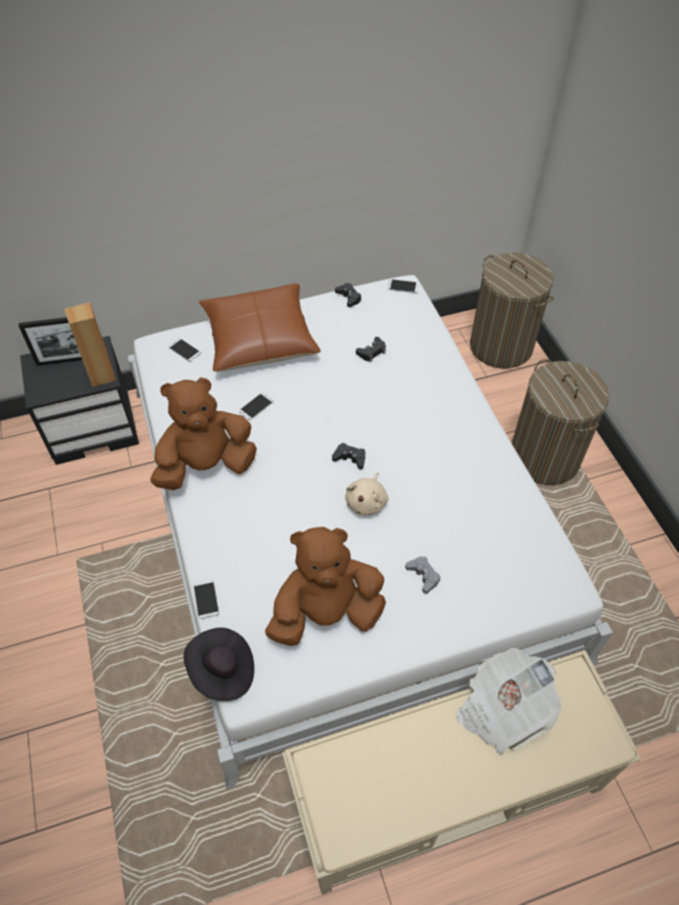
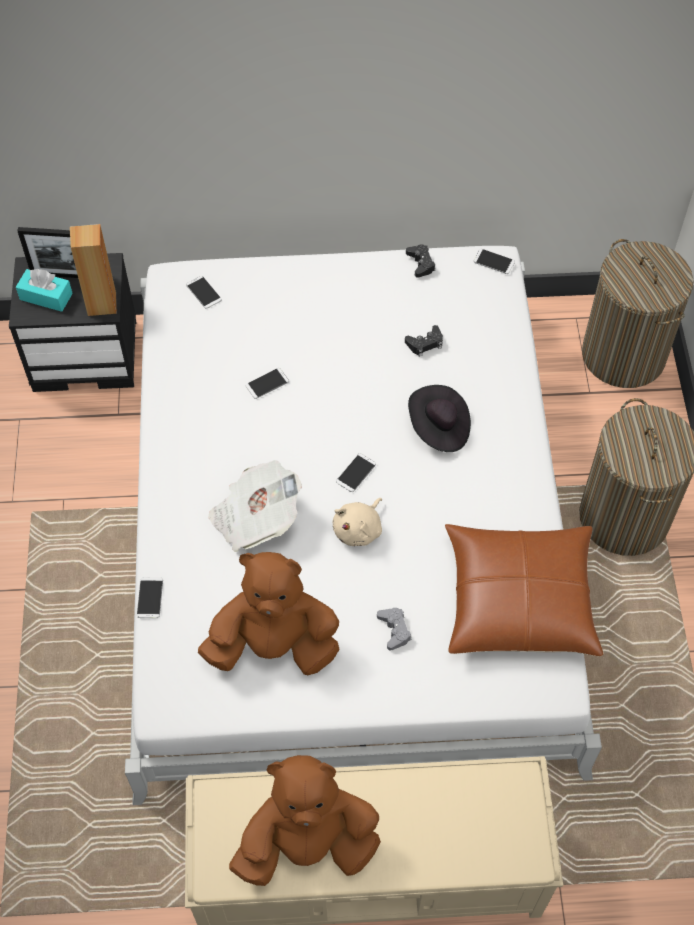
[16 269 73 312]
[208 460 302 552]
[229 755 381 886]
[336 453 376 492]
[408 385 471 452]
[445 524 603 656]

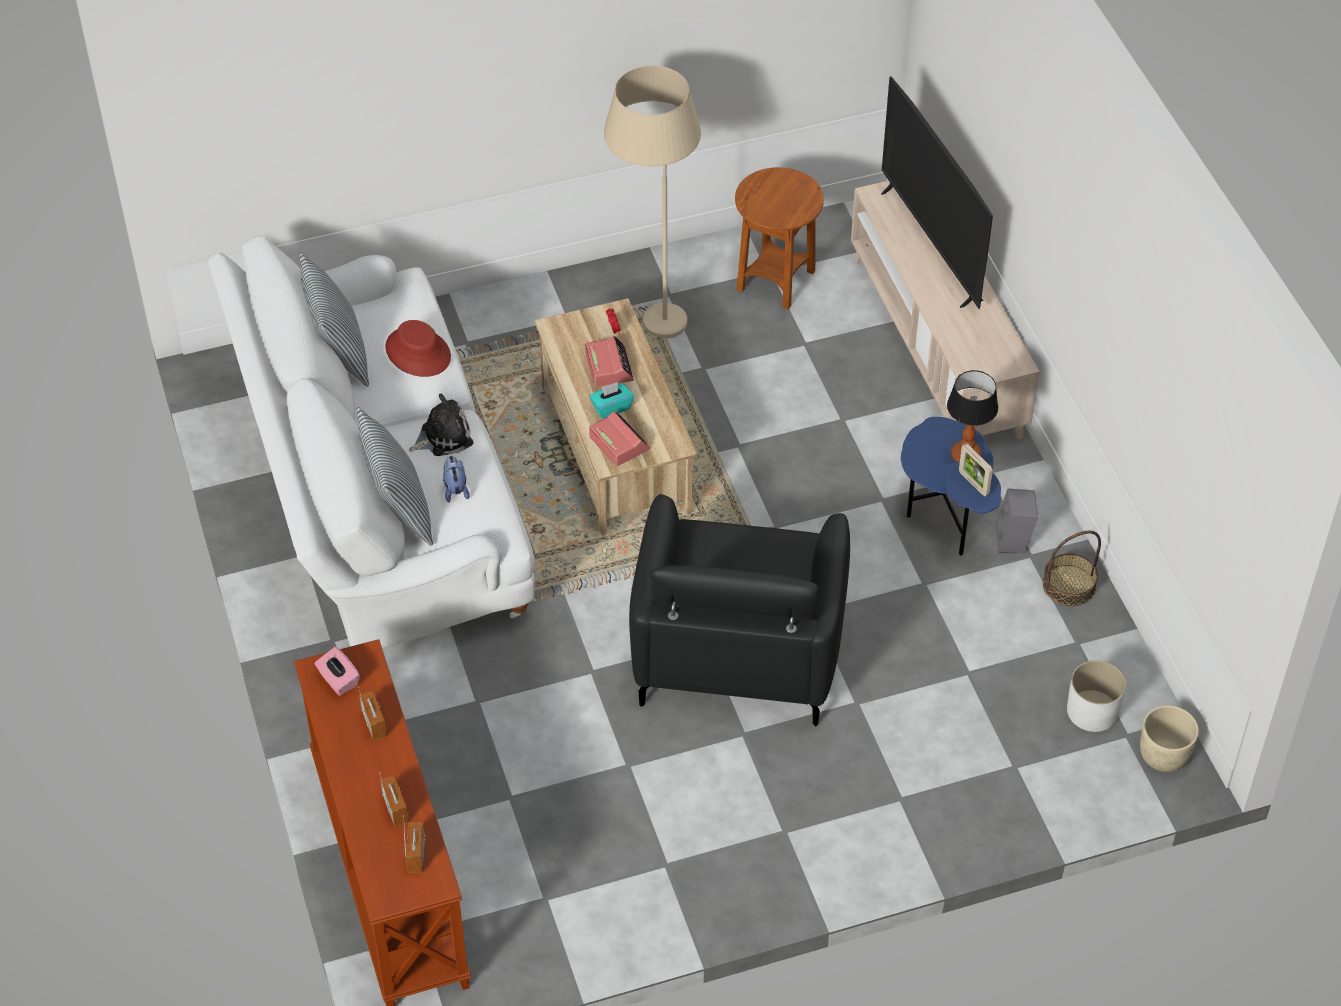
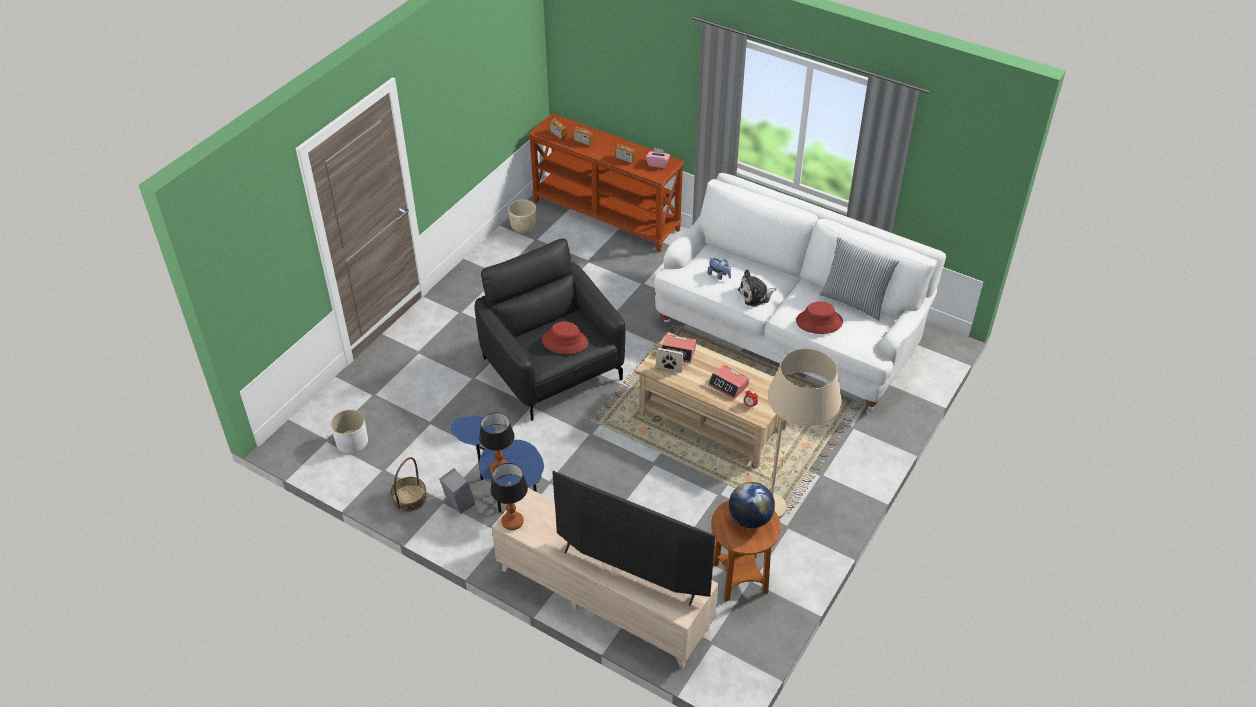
[490 463 528 530]
[508 200 536 233]
[542 321 588 354]
[656 348 683 373]
[729 482 775 528]
[738 269 776 307]
[357 407 433 546] (first image)
[589 382 634 419] (first image)

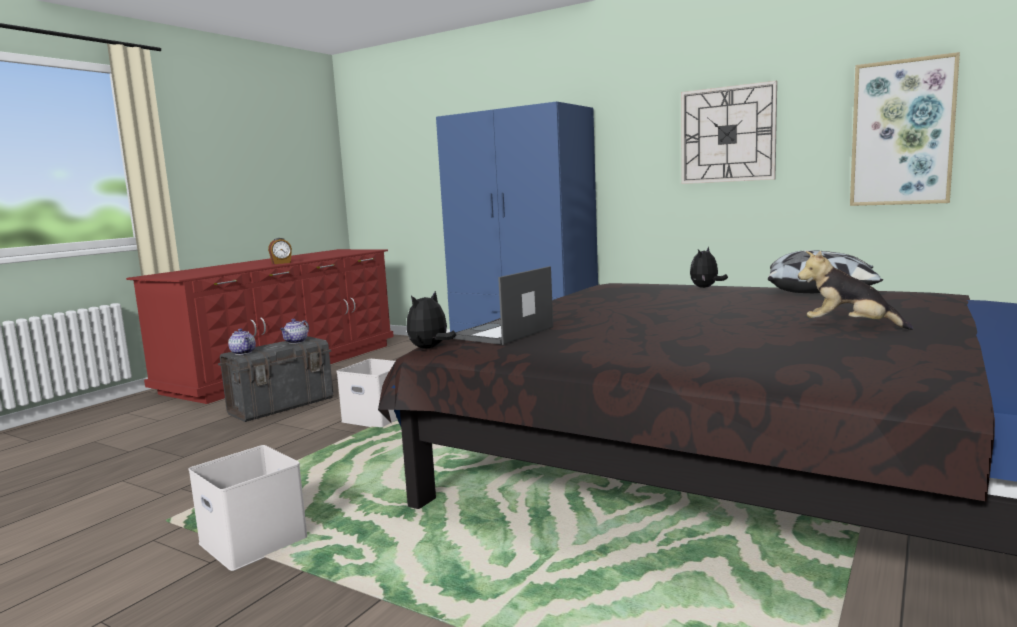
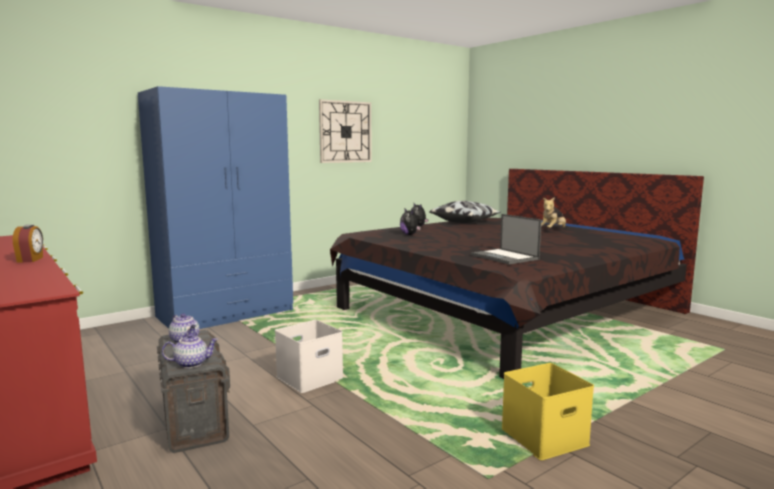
[400 209 421 235]
[502 363 594 460]
[850 52 960 206] (first image)

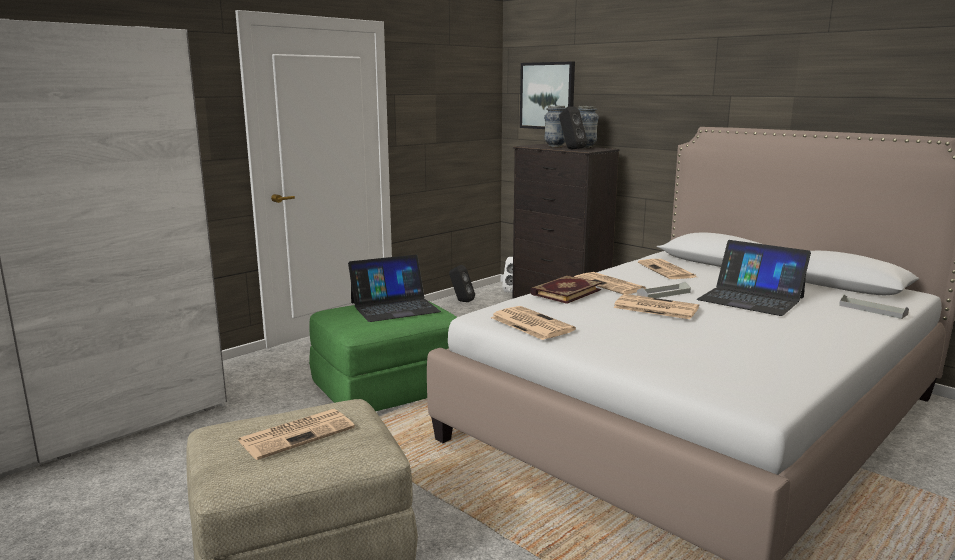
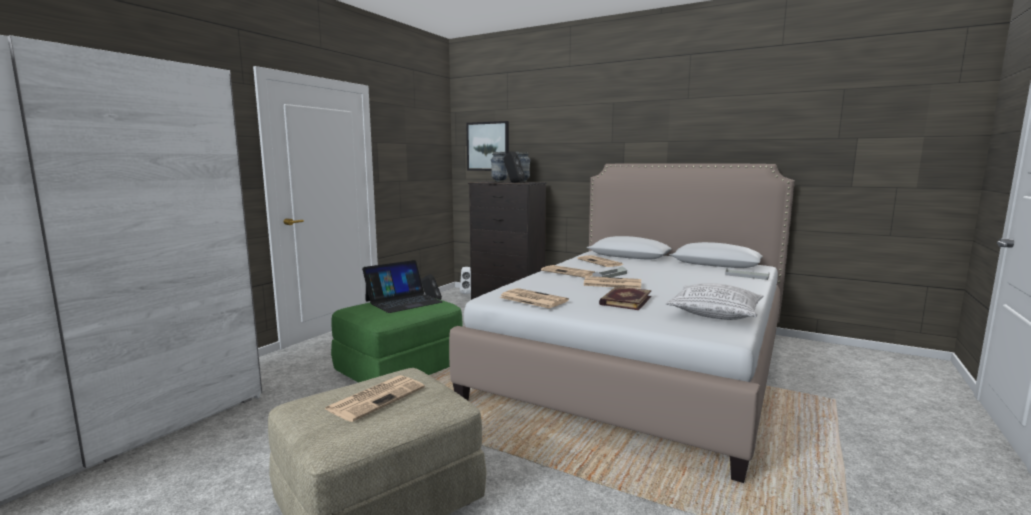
[599 287 652 310]
[666 283 763 320]
[697 240 811 316] (first image)

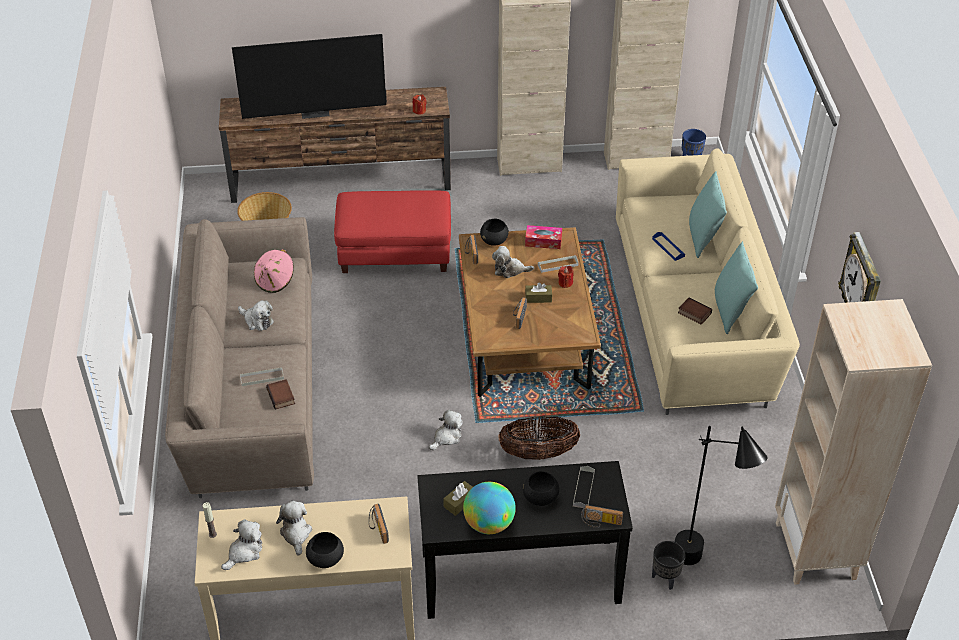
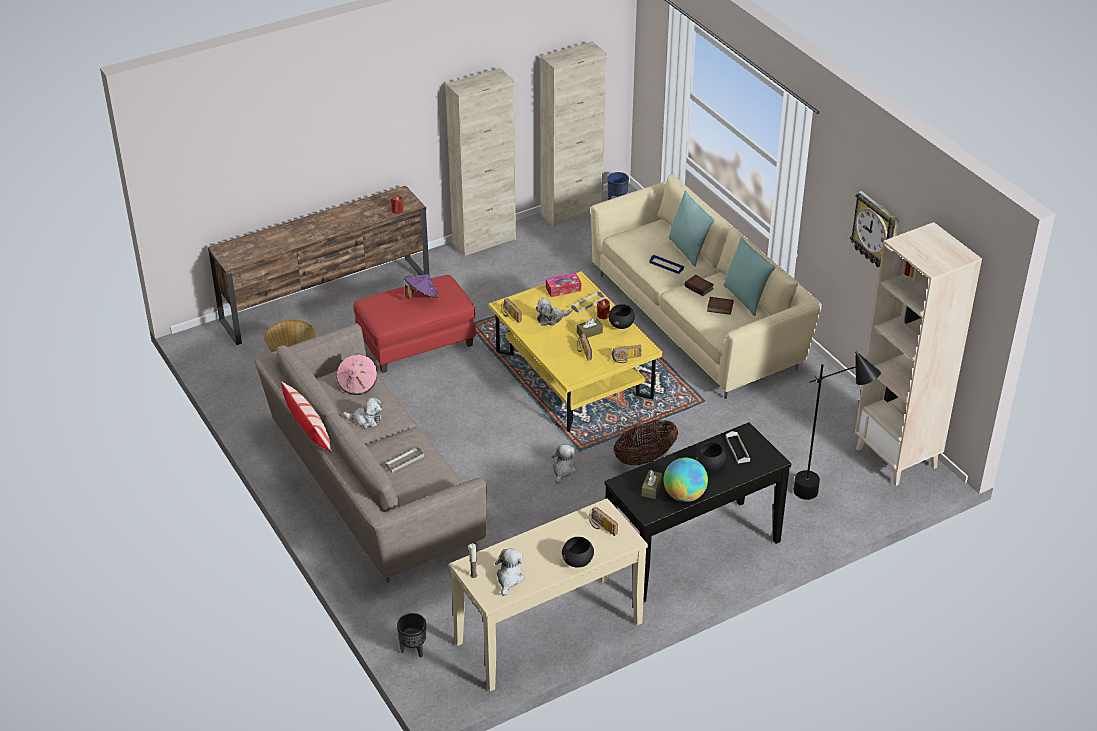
[281 381 332 453]
[397 613 426 658]
[404 274 439 299]
[489 271 663 432]
[609 304 635 329]
[612 345 642 363]
[685 275 714 296]
[232 34 387 119] (first image)
[276 501 312 556] (first image)

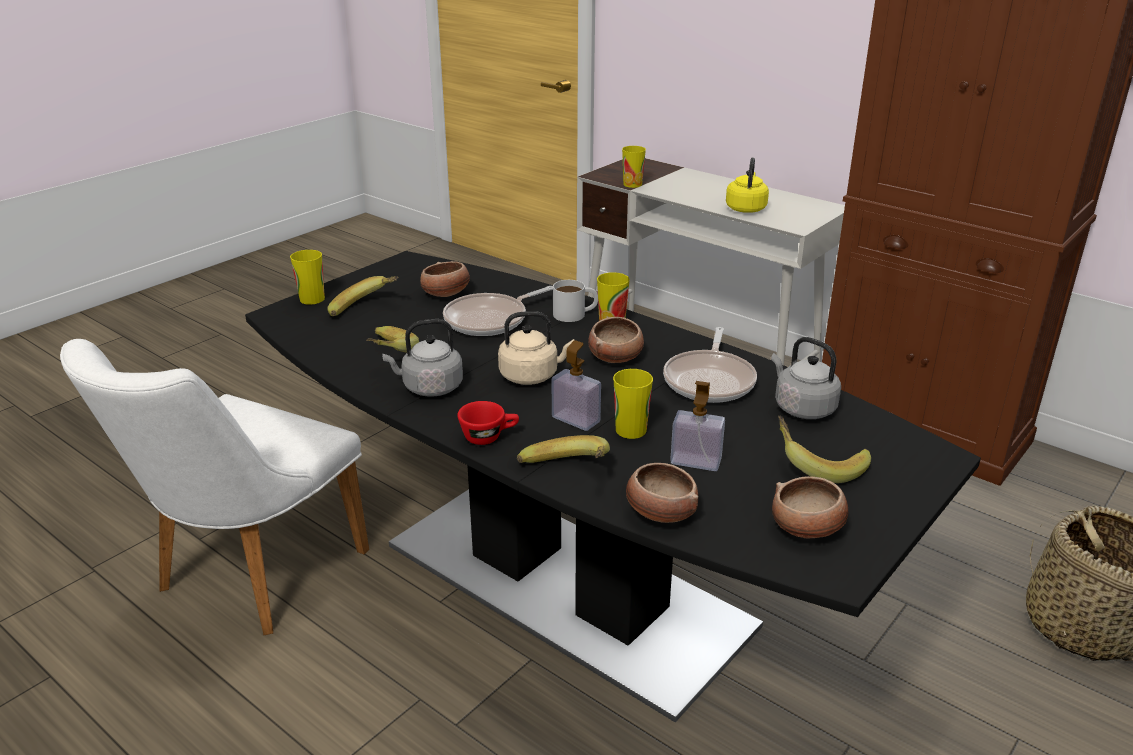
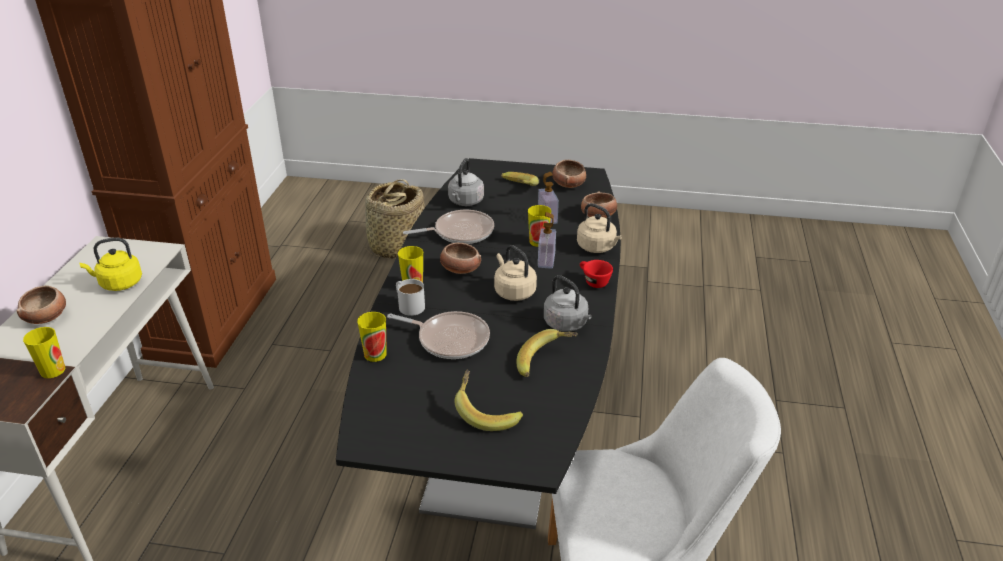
[16 286 66 324]
[357 312 387 362]
[577 203 622 253]

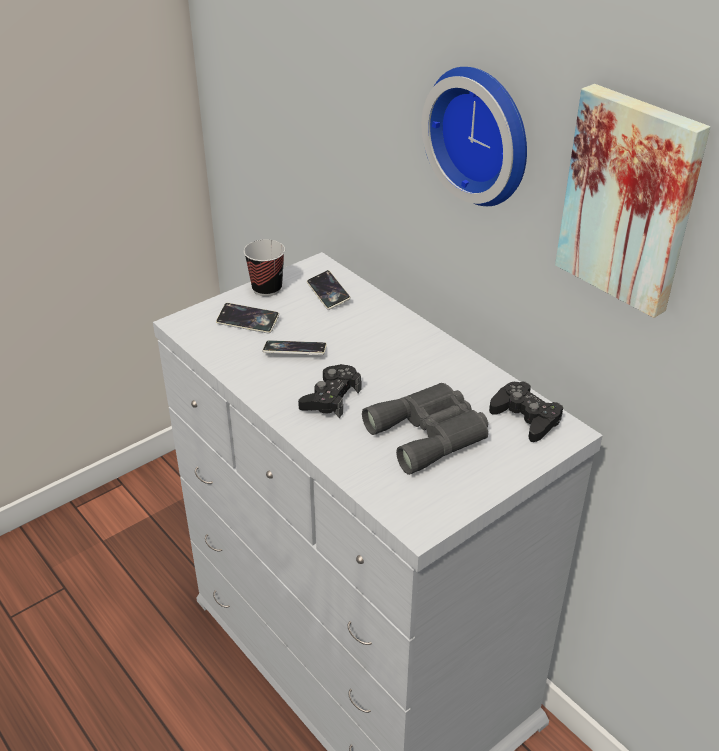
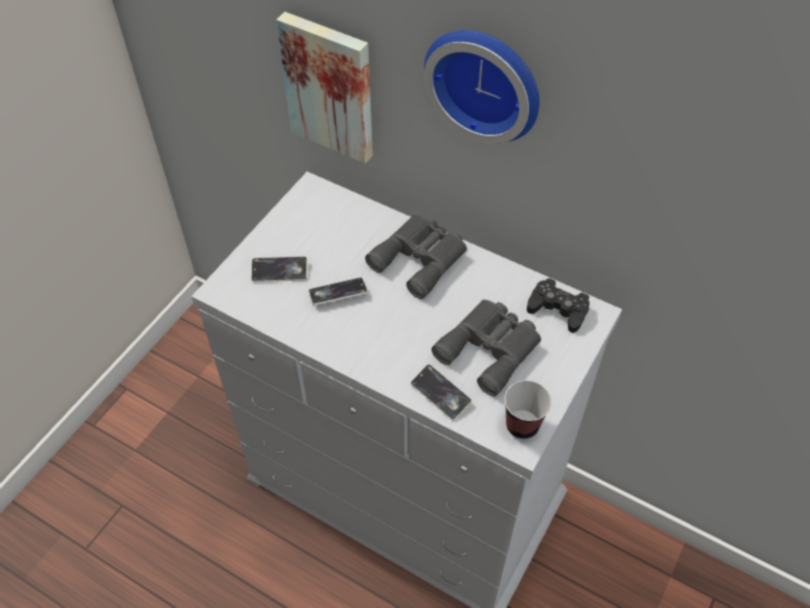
[276 12 373 163]
[365 214 467 299]
[411 364 472 420]
[504 380 552 439]
[298 364 361 418] (first image)

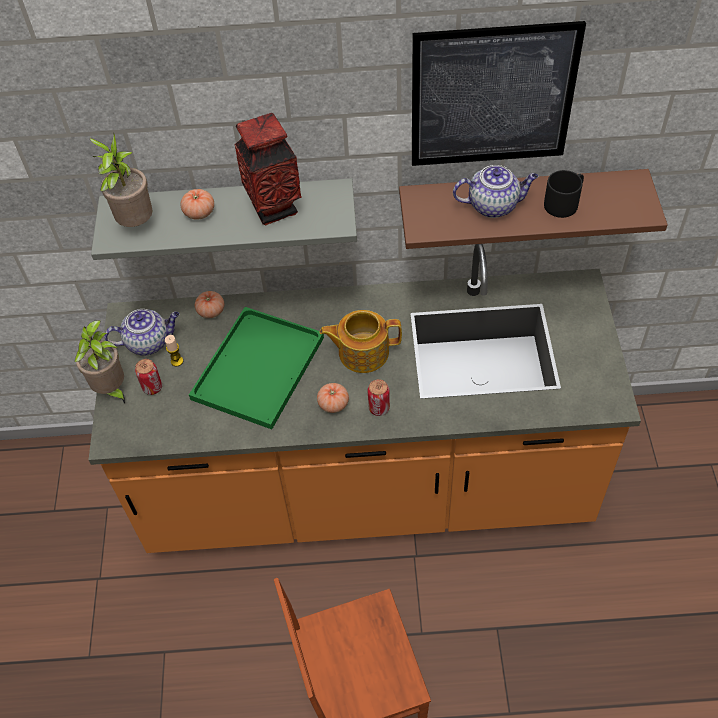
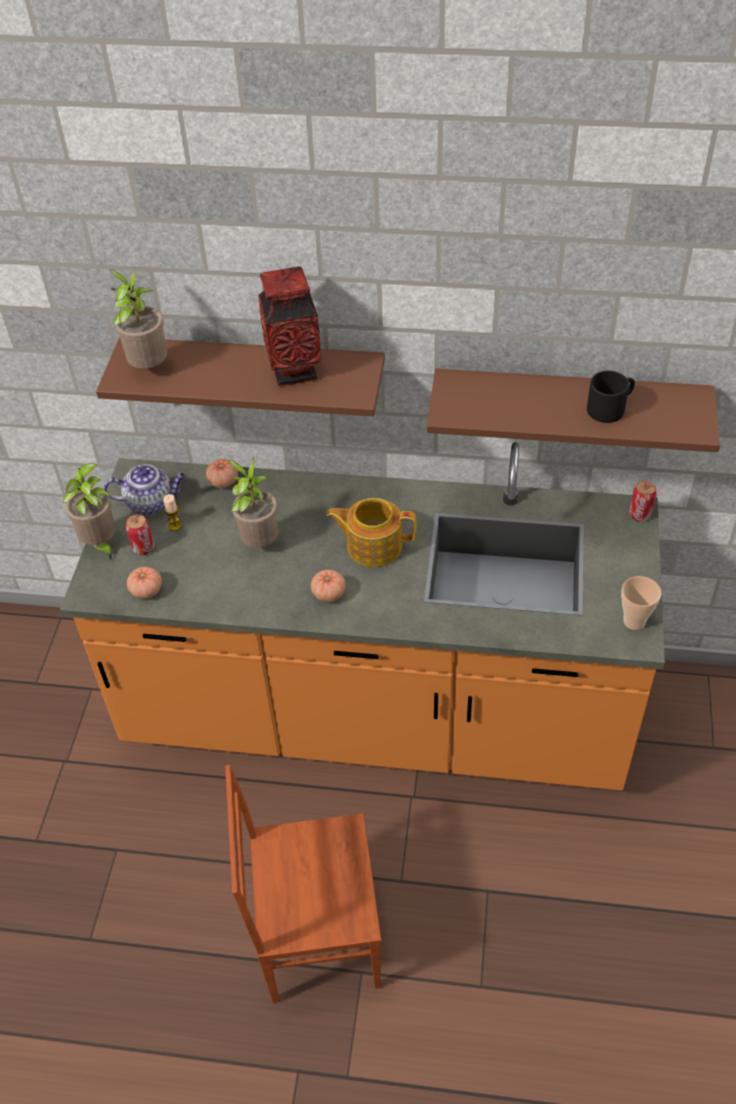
[96 337 385 416]
[127 567 162 599]
[229 457 278 548]
[621 576 661 630]
[629 480 657 522]
[412 21 586 166] (first image)
[453 165 538 218] (first image)

